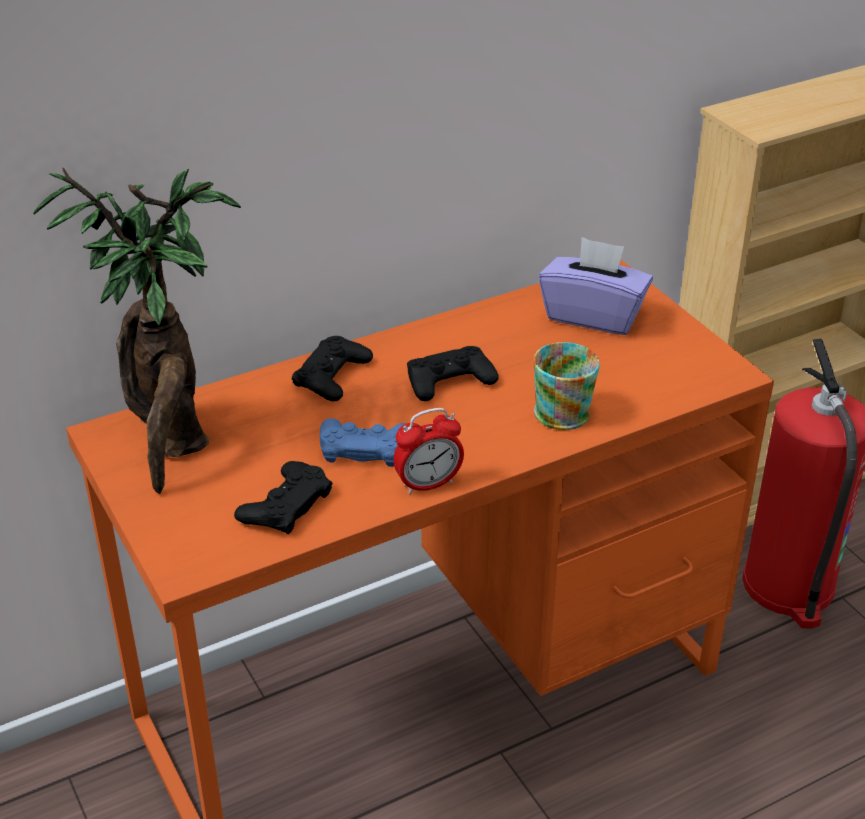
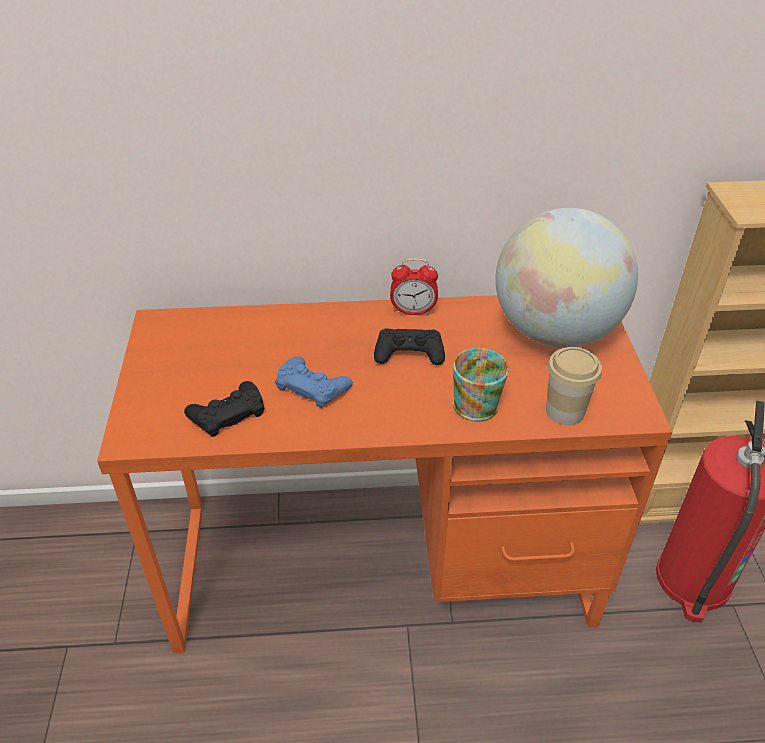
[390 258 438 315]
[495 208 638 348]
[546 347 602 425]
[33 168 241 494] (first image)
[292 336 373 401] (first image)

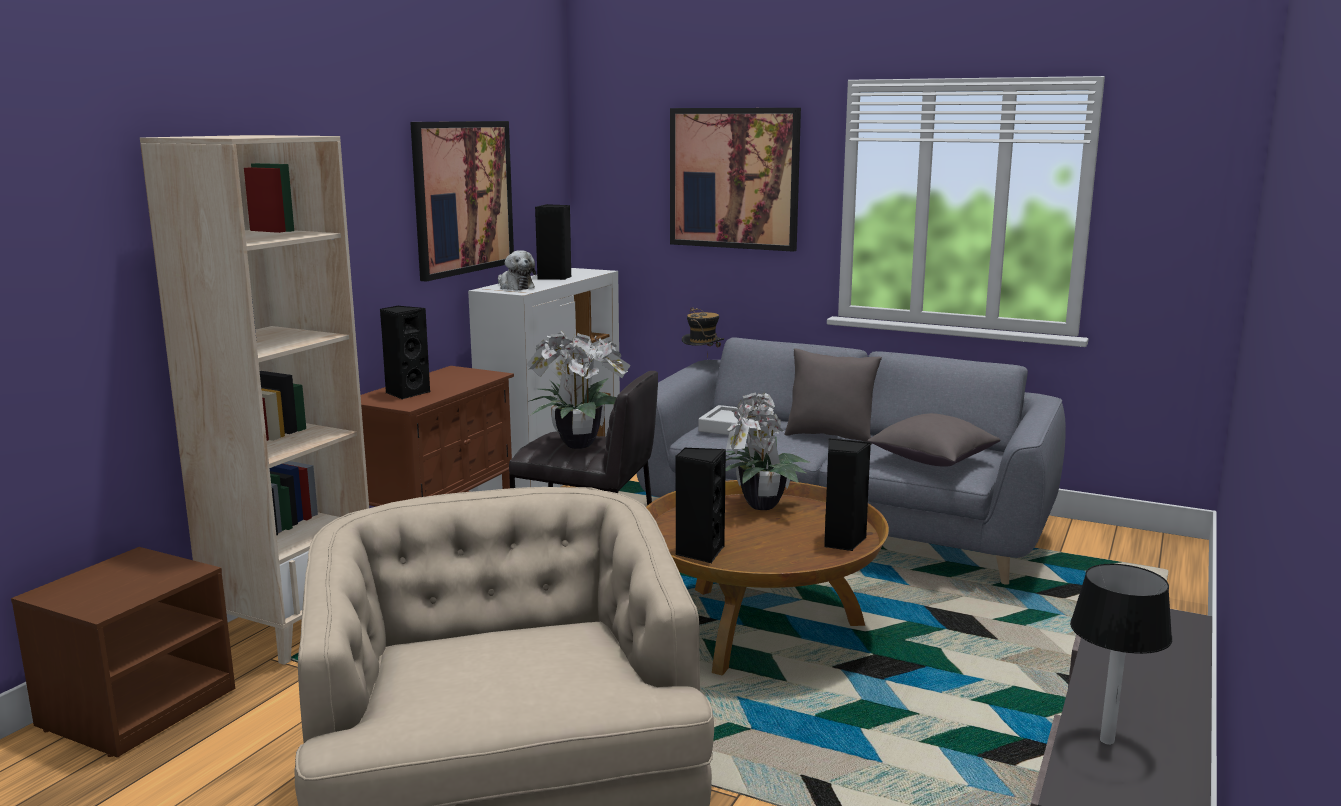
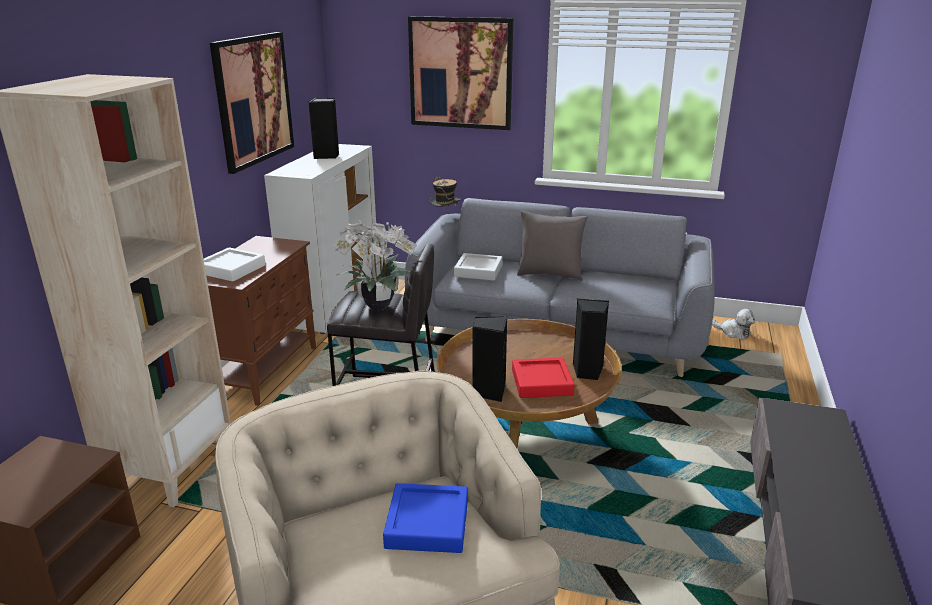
[204 247 266 282]
[383 483 468 553]
[512 357 575 398]
[712 309 755 339]
[726 391 811 510] (first image)
[867 413 1000 467] (first image)
[1070 564 1172 745] (first image)

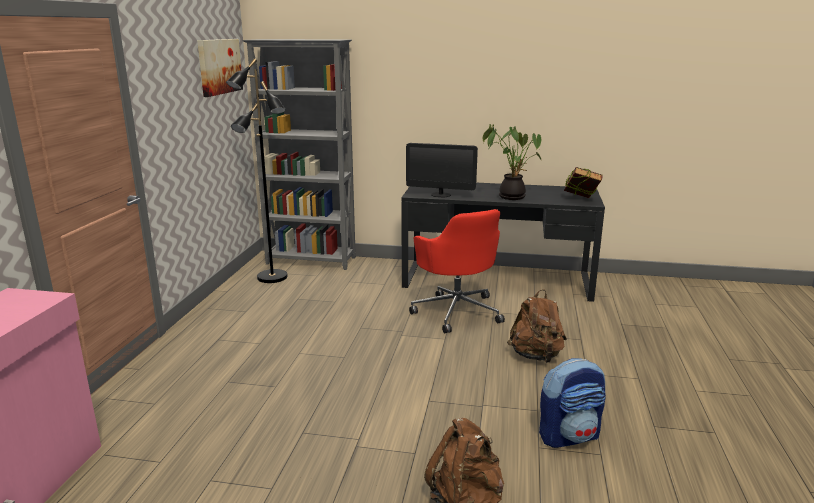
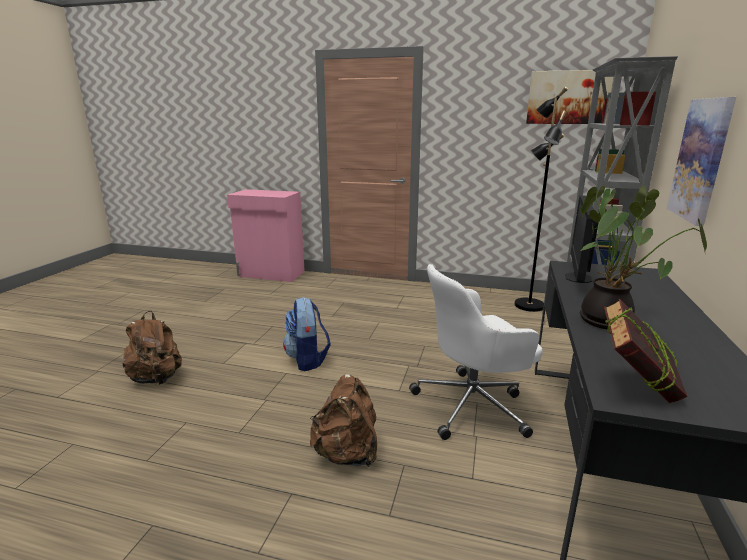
[283 297 331 371]
[409 264 543 440]
[667 97 736 226]

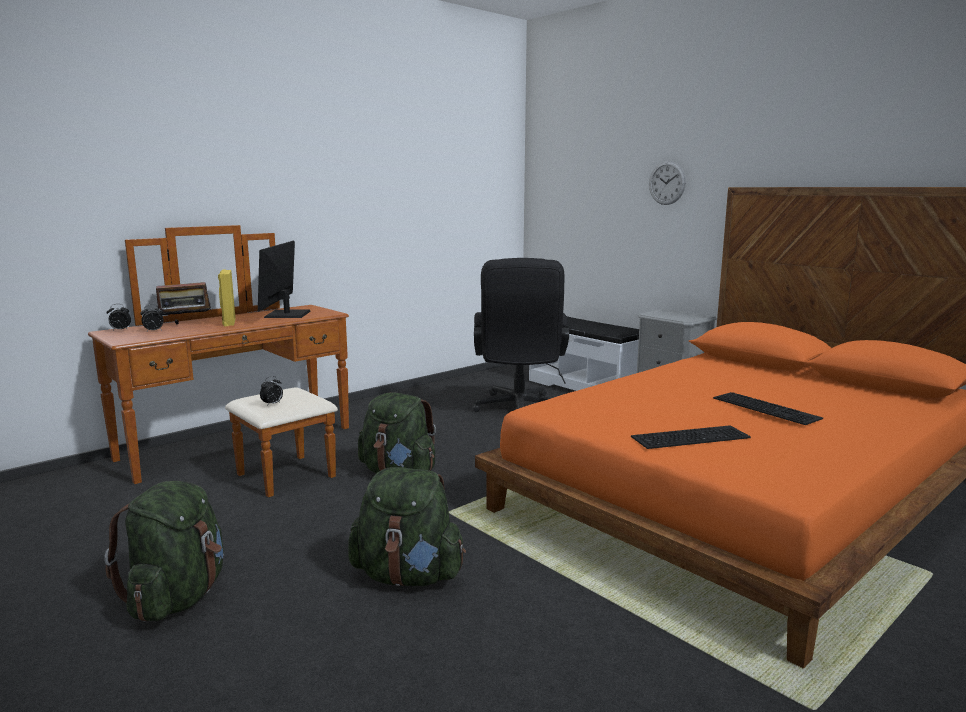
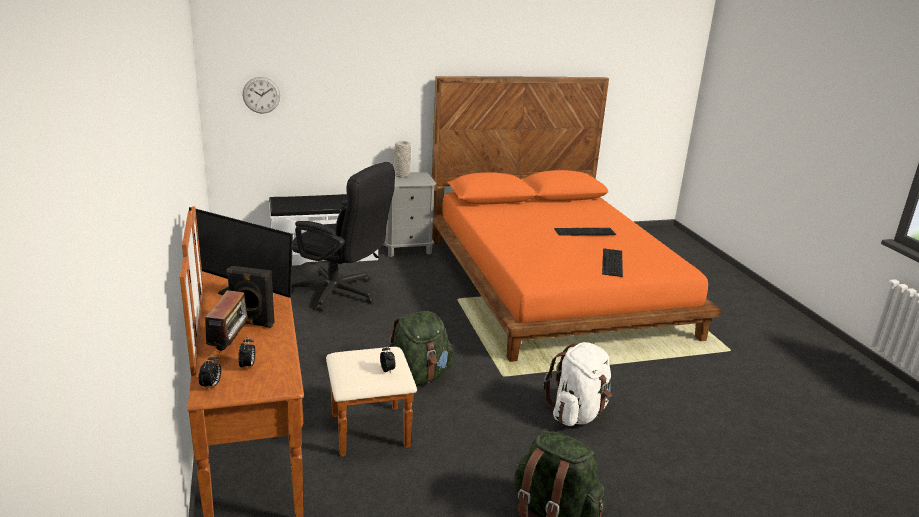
[226 266 275 328]
[243 77 280 114]
[394 141 411 177]
[543 342 612 426]

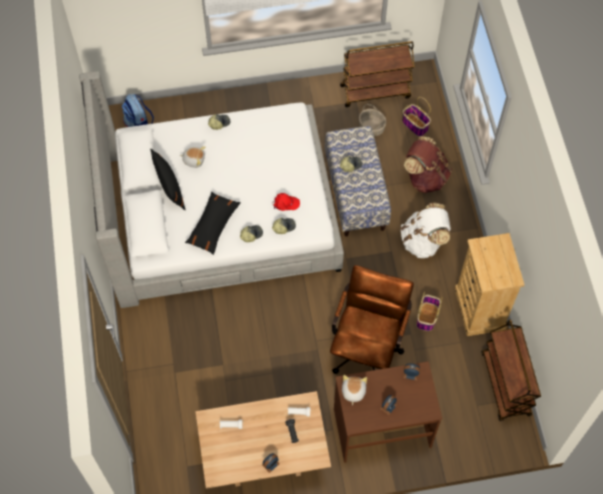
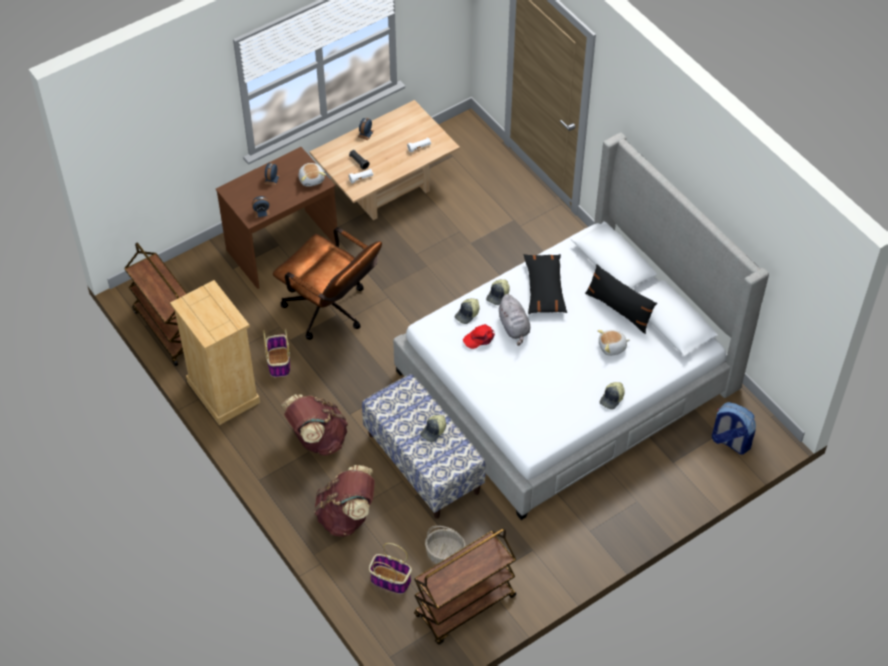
[273 227 382 340]
[281 394 348 456]
[497 294 530 346]

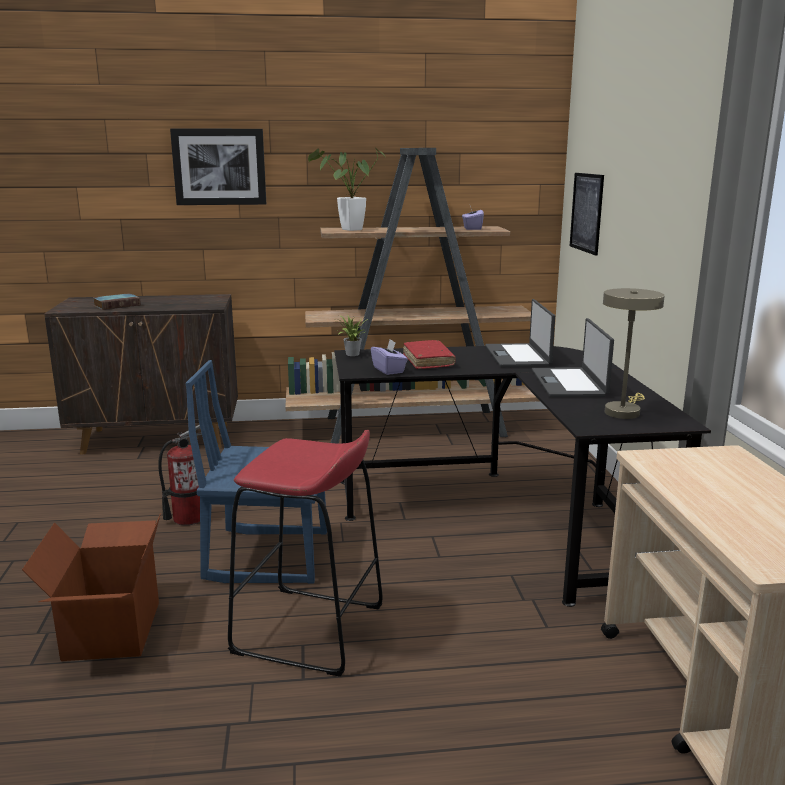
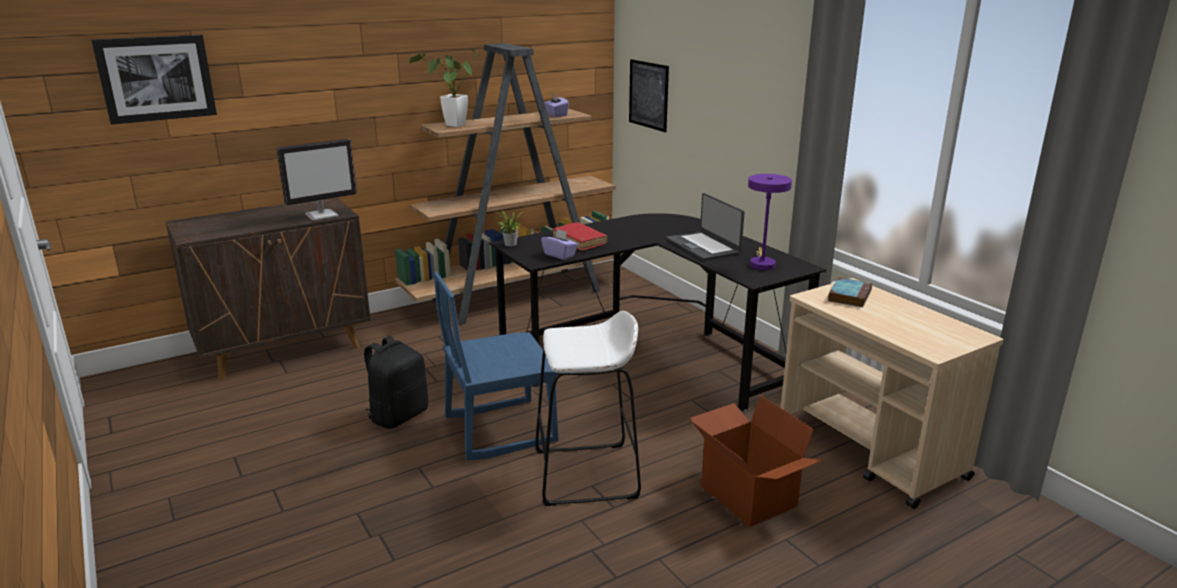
[91 35 217 125]
[276 139 357 220]
[364 336 428 429]
[535 311 641 506]
[690 395 823 527]
[748 174 792 270]
[828 277 872 307]
[485 299 555 368] (first image)

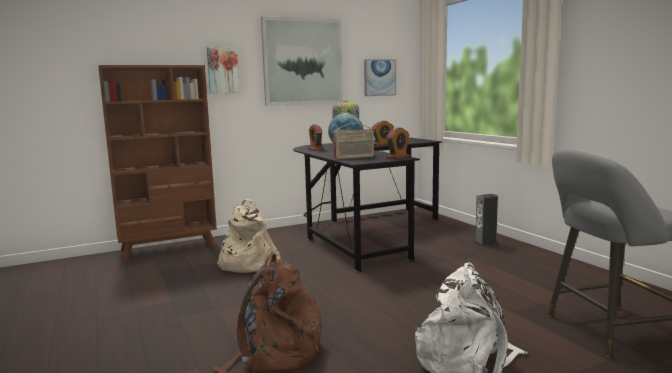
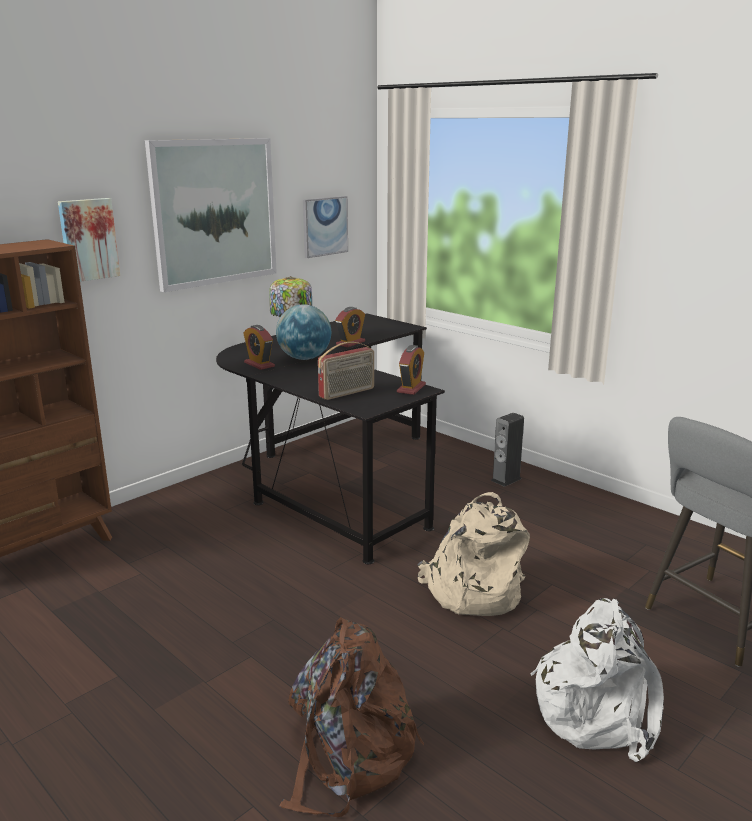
[417 492 530 616]

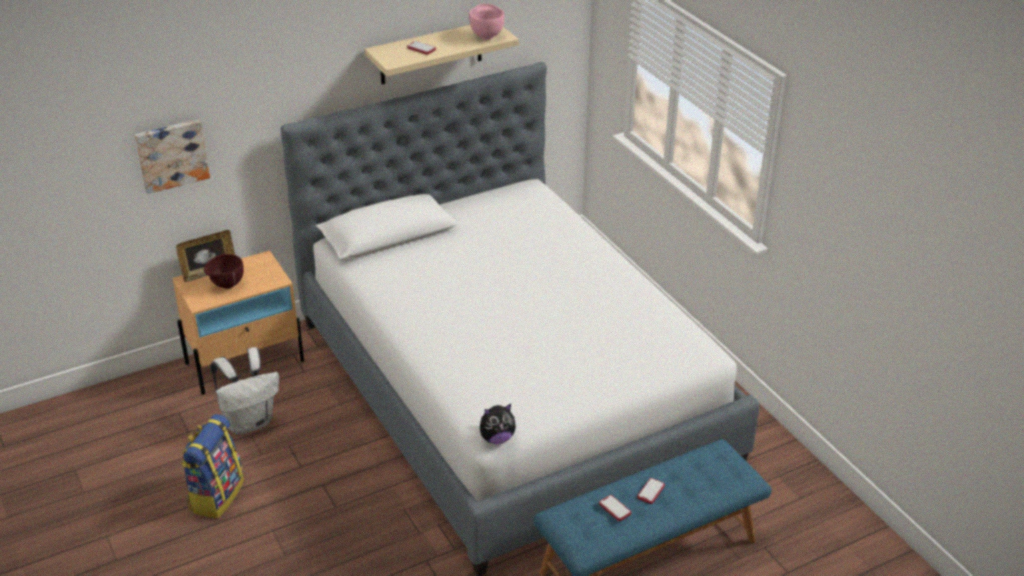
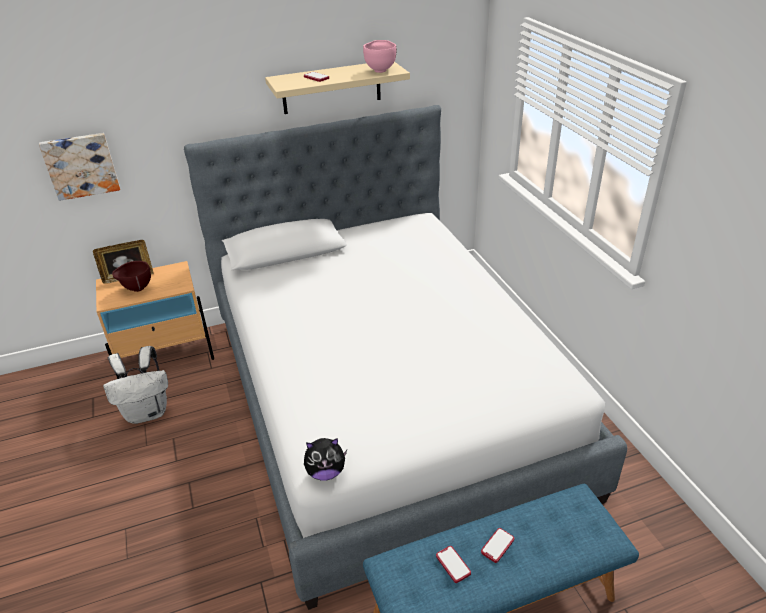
[181 414 244 519] (first image)

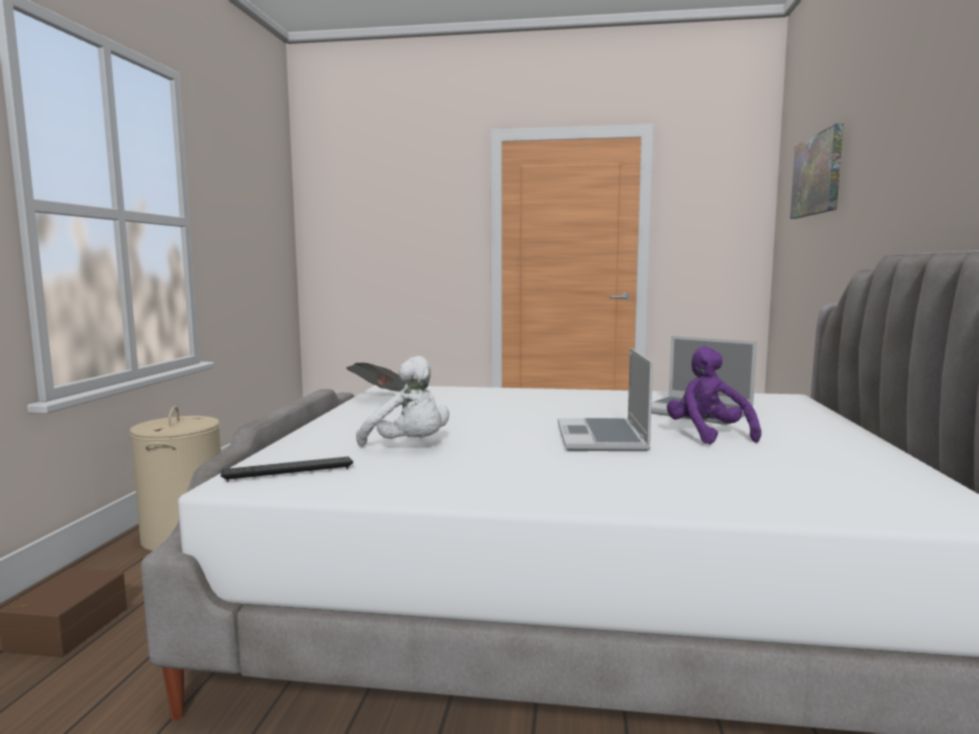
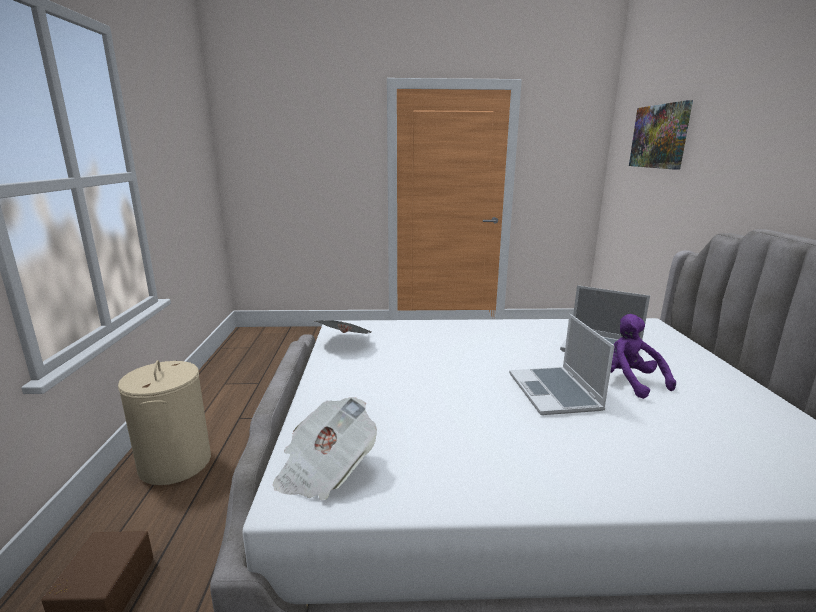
[273 397 377 500]
[356 356 449 446] (first image)

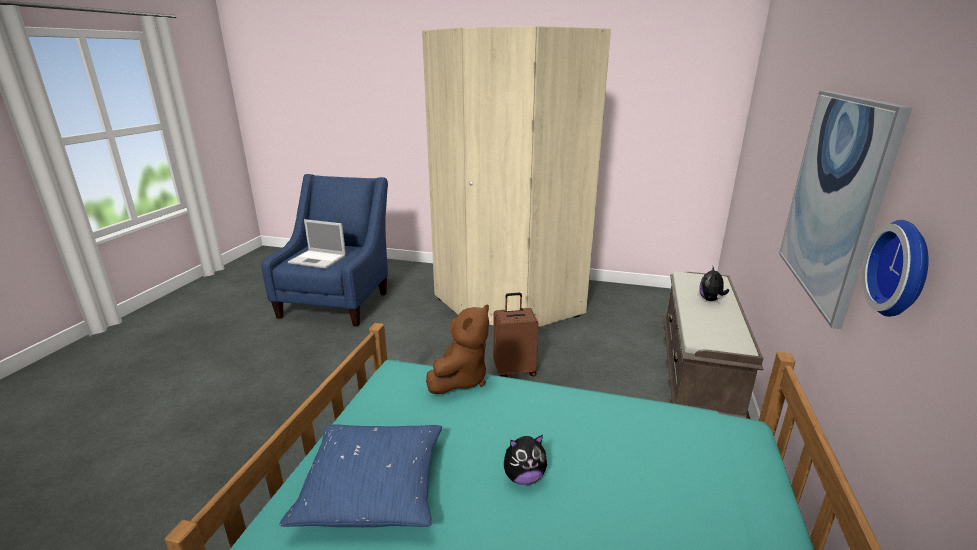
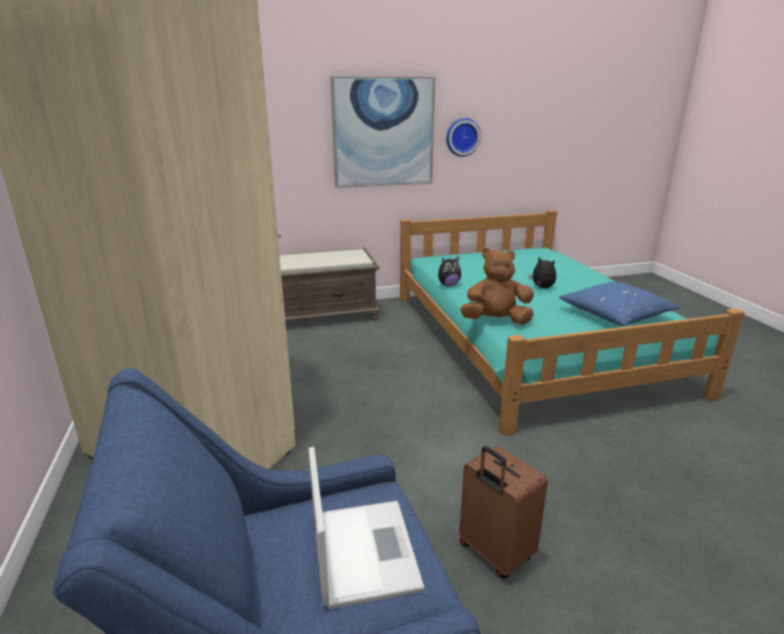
[438 257 461 286]
[459 446 548 579]

